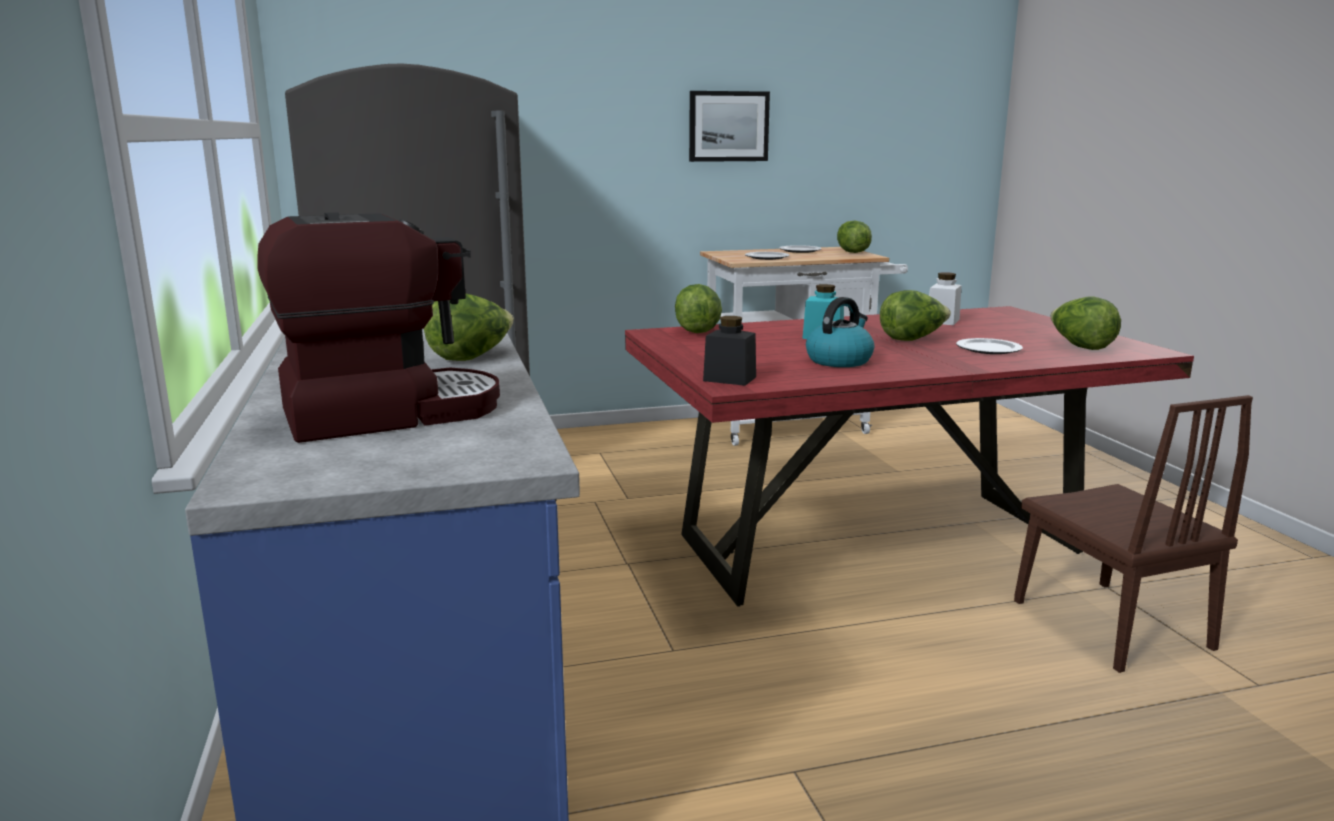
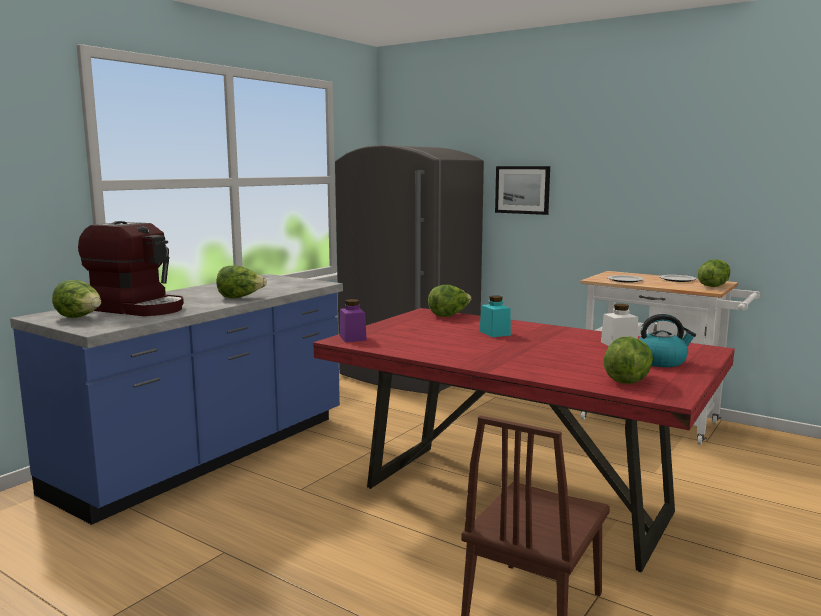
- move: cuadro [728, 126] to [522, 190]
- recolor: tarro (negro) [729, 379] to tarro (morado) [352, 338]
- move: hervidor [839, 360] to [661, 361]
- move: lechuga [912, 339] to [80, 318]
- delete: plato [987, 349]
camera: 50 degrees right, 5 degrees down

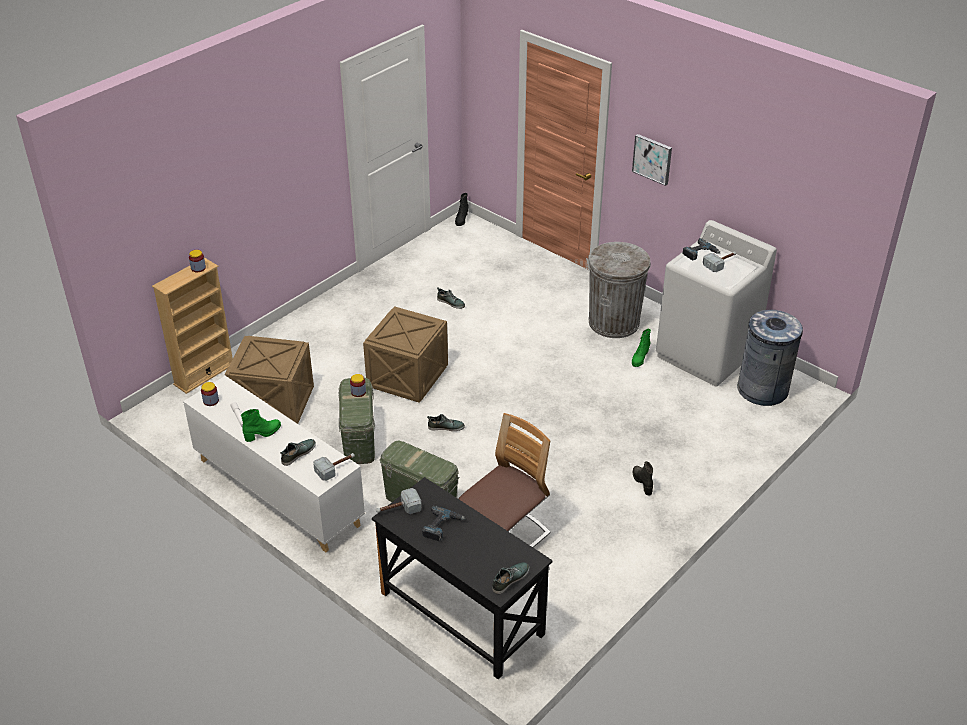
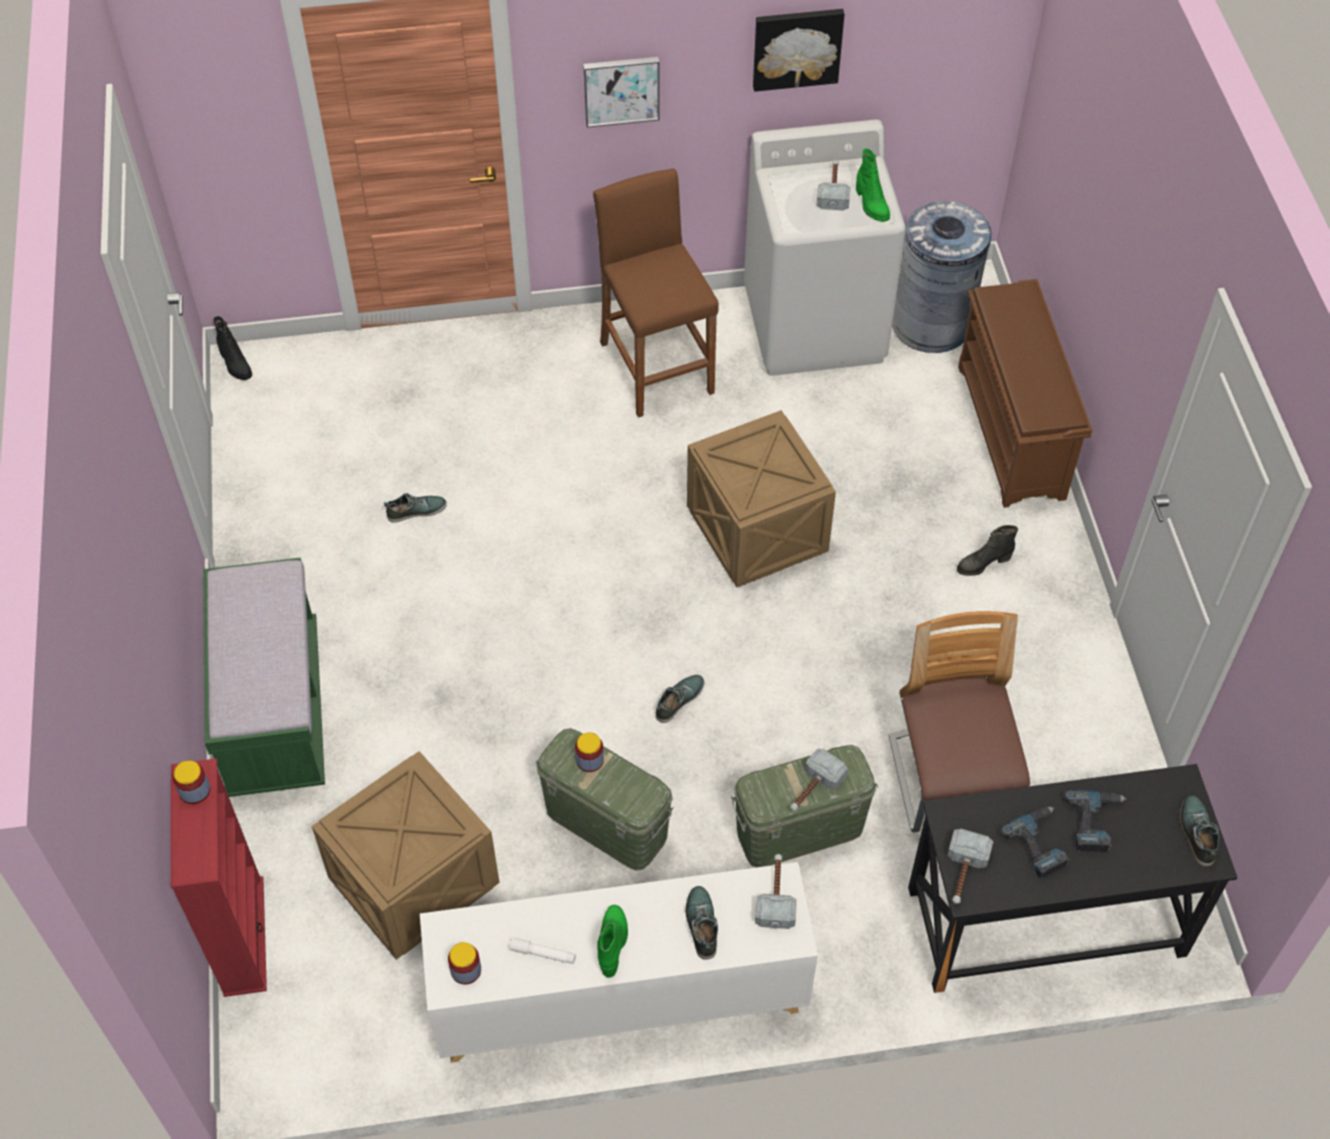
- recolor: estantería (beis) [204, 374] to estantería (rojo) [243, 936]
- move: caja de embalaje [408, 376] to [756, 528]
- replace: papelera (gris) [614, 322] to taburete (marrón) [656, 367]
- move: bota (verde) [640, 359] to [871, 205]
- rotate: bota (negro) [642, 483] = [983, 564] 45 degrees counterclockwise
- move: taladro [700, 253] to [1095, 823]
- insert: banco (verde) [274, 711]
- insert: cuadro [796, 47]
- insert: martillo [812, 789]
- insert: zapatero (marrón) [1012, 432]
camera: 50 degrees left, 15 degrees up

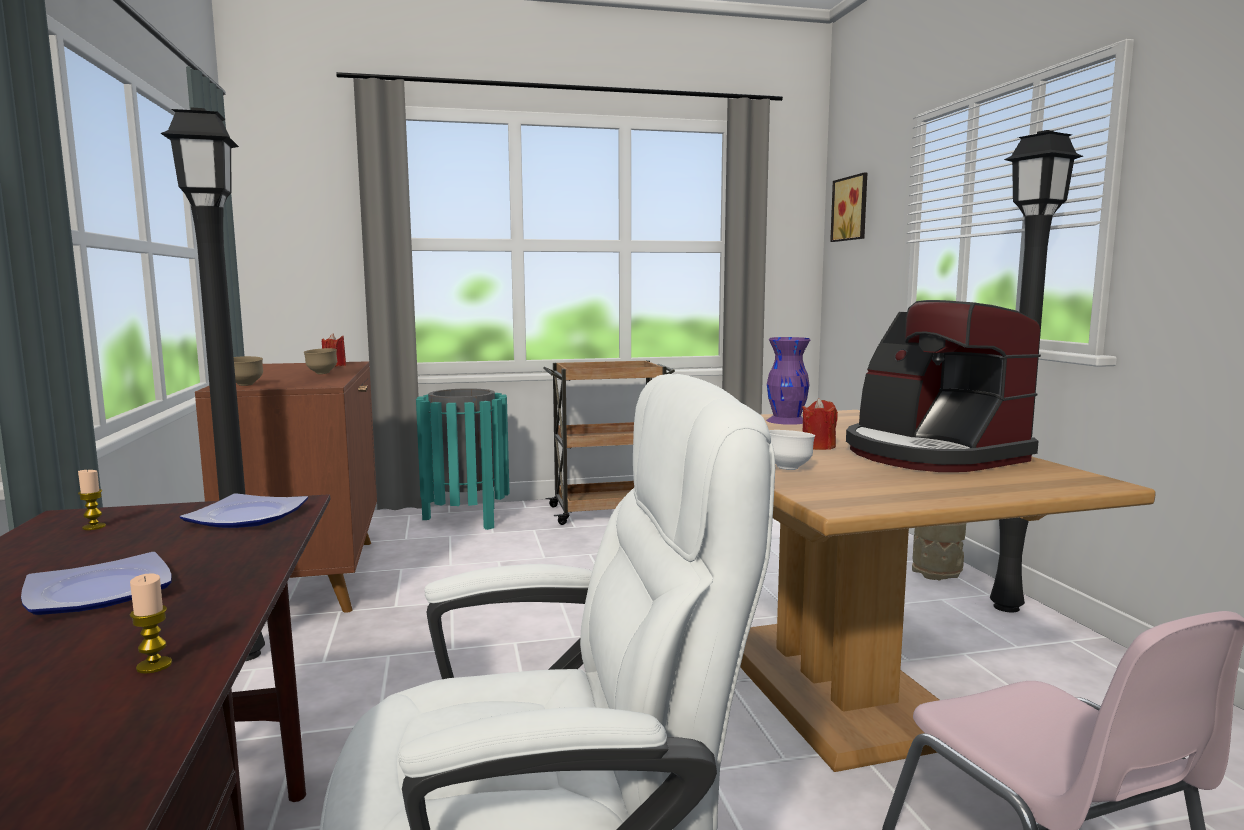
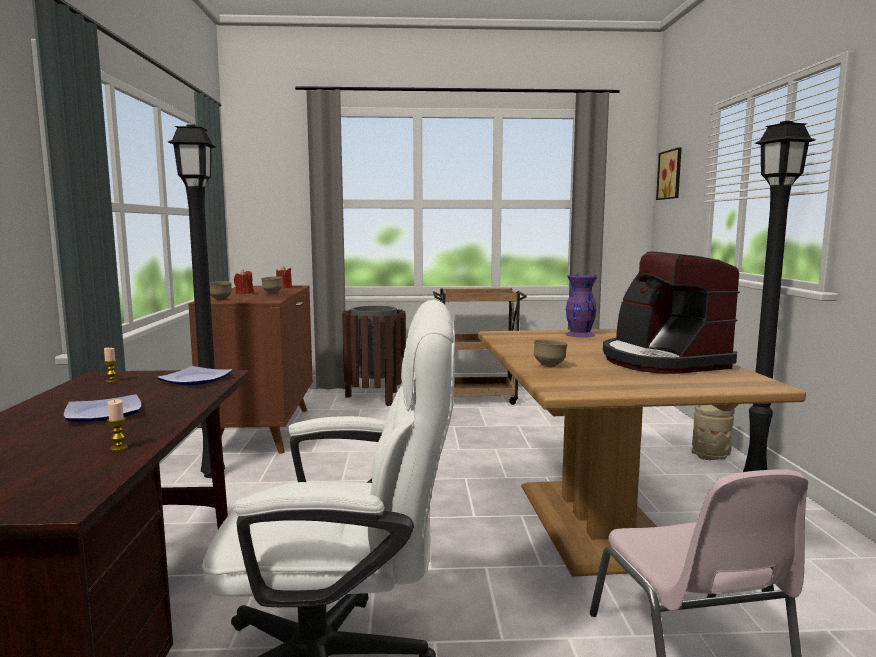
- recolor: papelera (turquesa) [466, 519] to papelera (marrón) [375, 398]
- recolor: cuenco (blanco) [789, 468] to cuenco (marrón) [549, 366]
- move: vela (rojo) [818, 447] to [244, 293]
camera: 10 degrees right, 0 degrees up

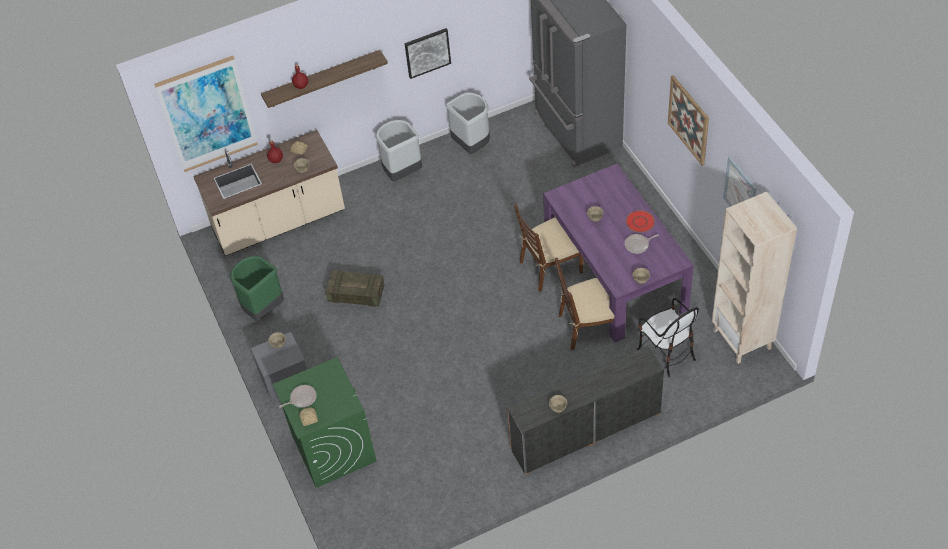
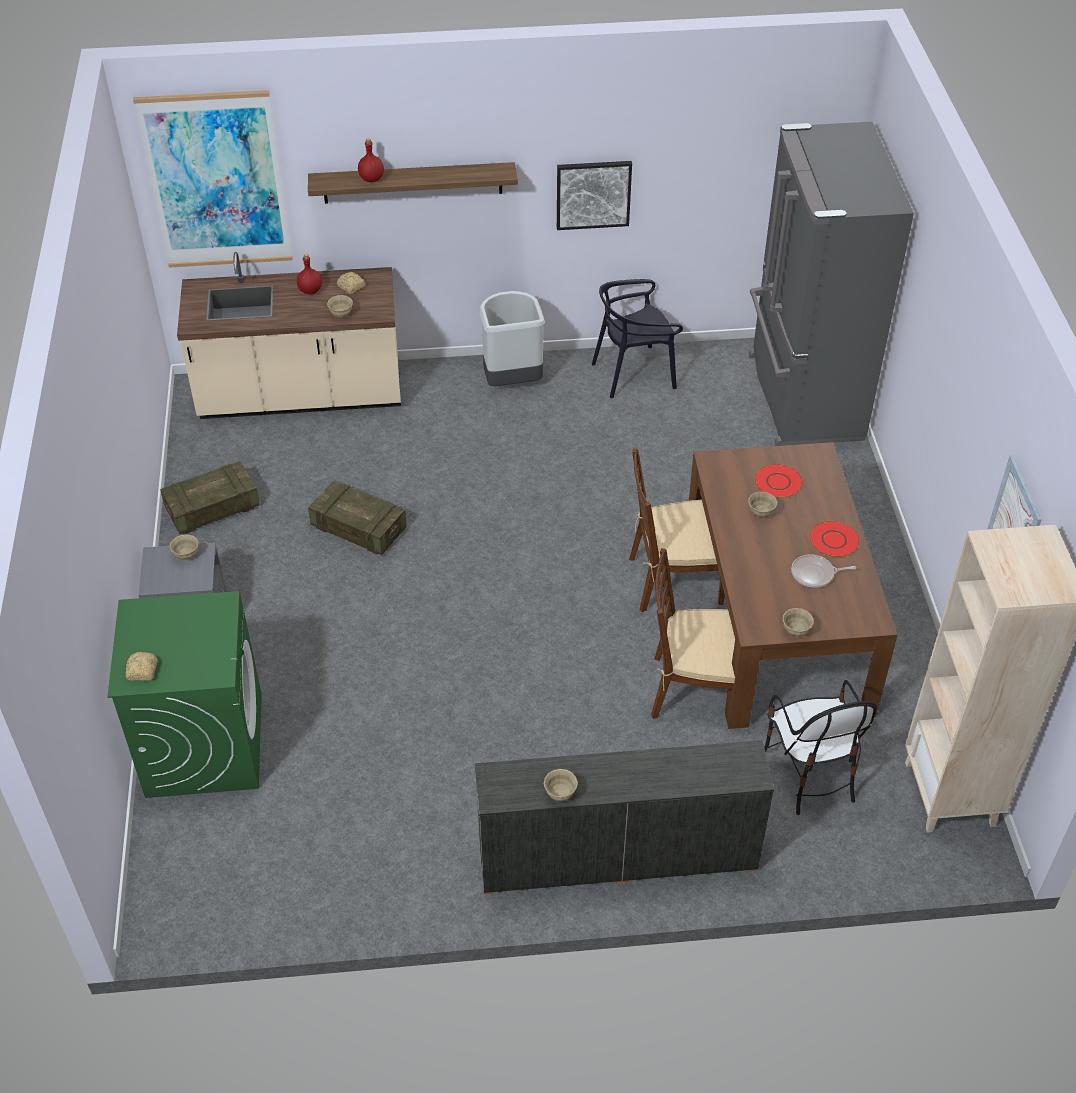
- replace: papelera (verde) [263, 310] to caja de embalaje [212, 508]
- delete: sartén [302, 398]
- replace: papelera (gris) [472, 146] to silla (negro) [634, 373]
- recolor: mesa de comedor (morado) [615, 273] to mesa de comedor (marrón) [775, 622]
- delete: cuadro [688, 120]
- insert: plato (rojo) [778, 482]
camera: 15 degrees right, 5 degrees down

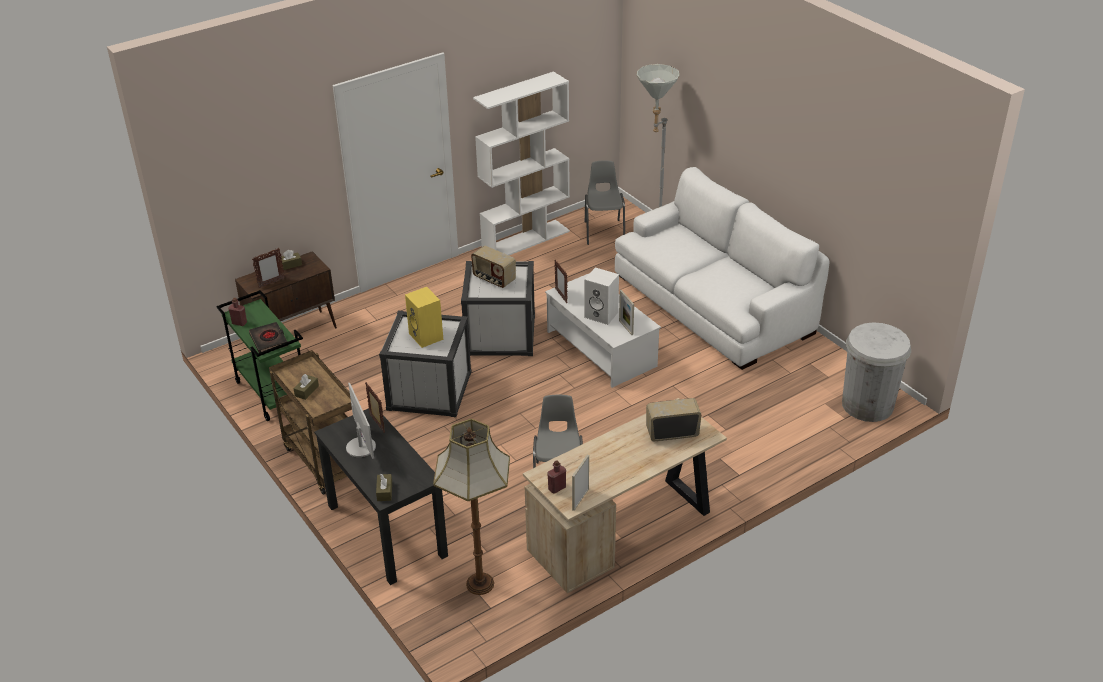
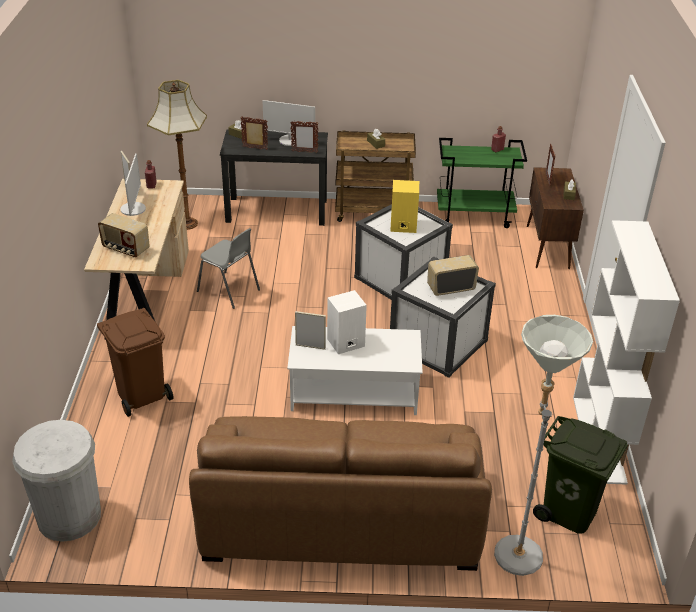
- delete: libro (negro) [269, 340]
- move: portarretratos [561, 296] to [255, 148]
- replace: silla (gris) [604, 232] to papelera (verde) [569, 512]
- recolor: sofá (blanco) [712, 304] to sofá (marrón) [341, 513]
- rotate: radio [672, 433] = [125, 249] 90 degrees clockwise
- insert: papelera (marrón) [142, 395]
- insert: monitor [133, 209]
camera: 125 degrees right, 0 degrees up

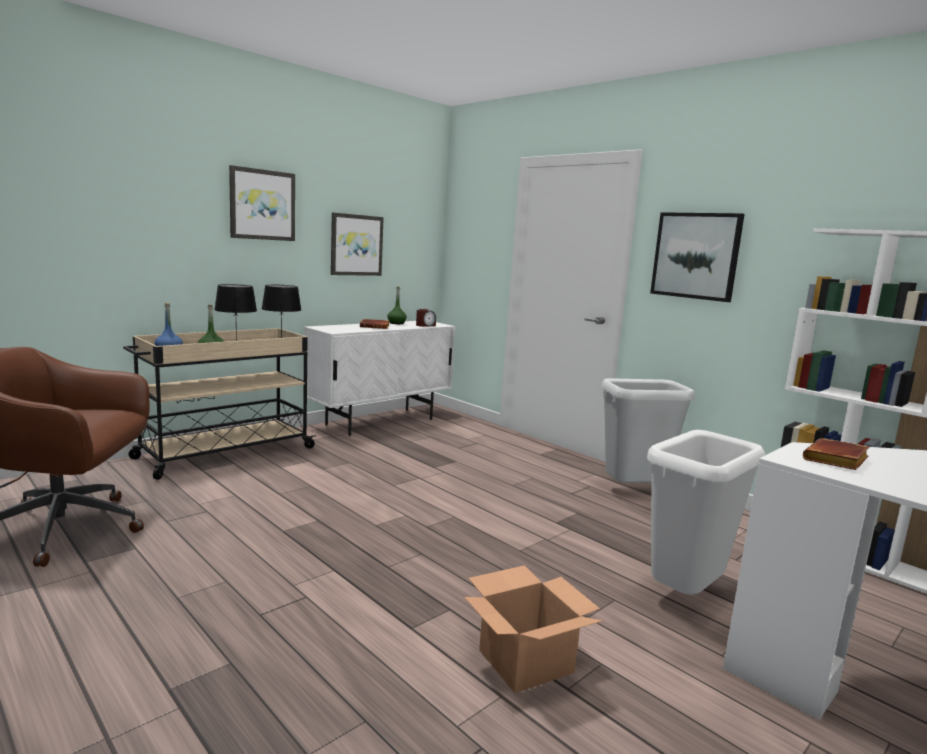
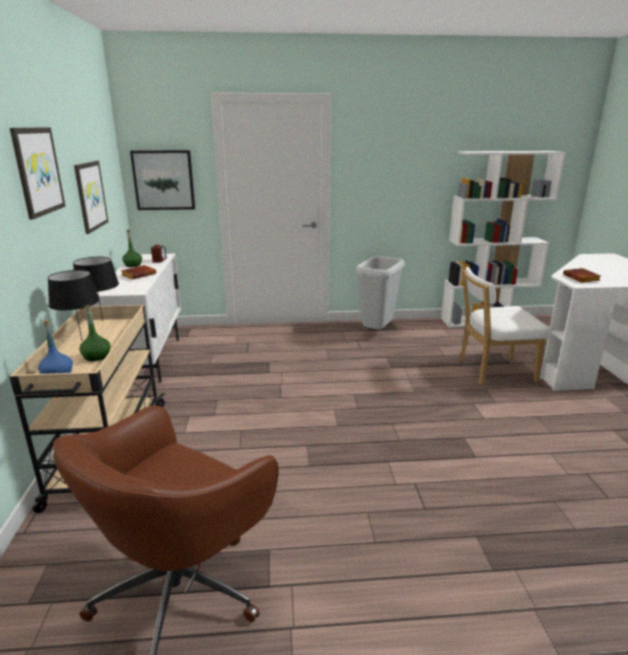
- delete: caja de cartón [525, 662]
- replace: papelera (blanco) [683, 596] to silla (blanco) [492, 371]
- move: cuadro [696, 256] to [164, 180]
camera: 50 degrees left, 10 degrees up

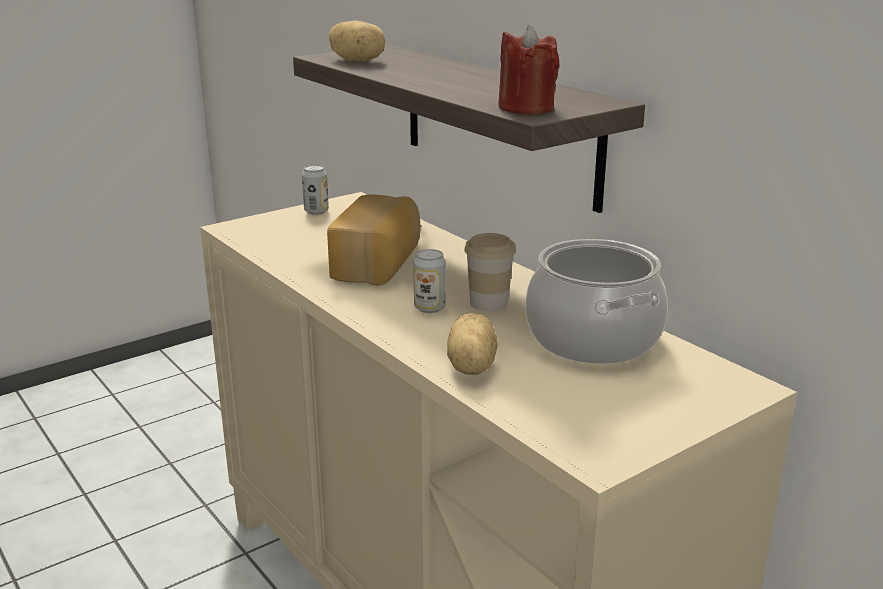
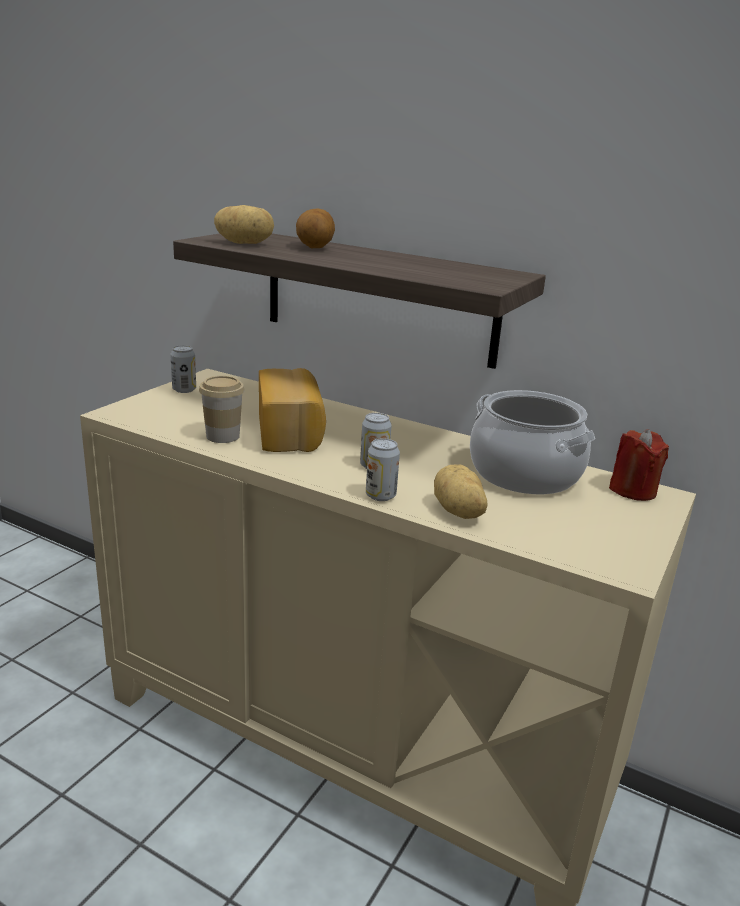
- move: taza [488, 303] to [223, 436]
- move: vela (rojo) [526, 108] to [633, 490]
- insert: patata [314, 247]
- insert: lata [380, 496]
camera: 25 degrees left, 0 degrees up

